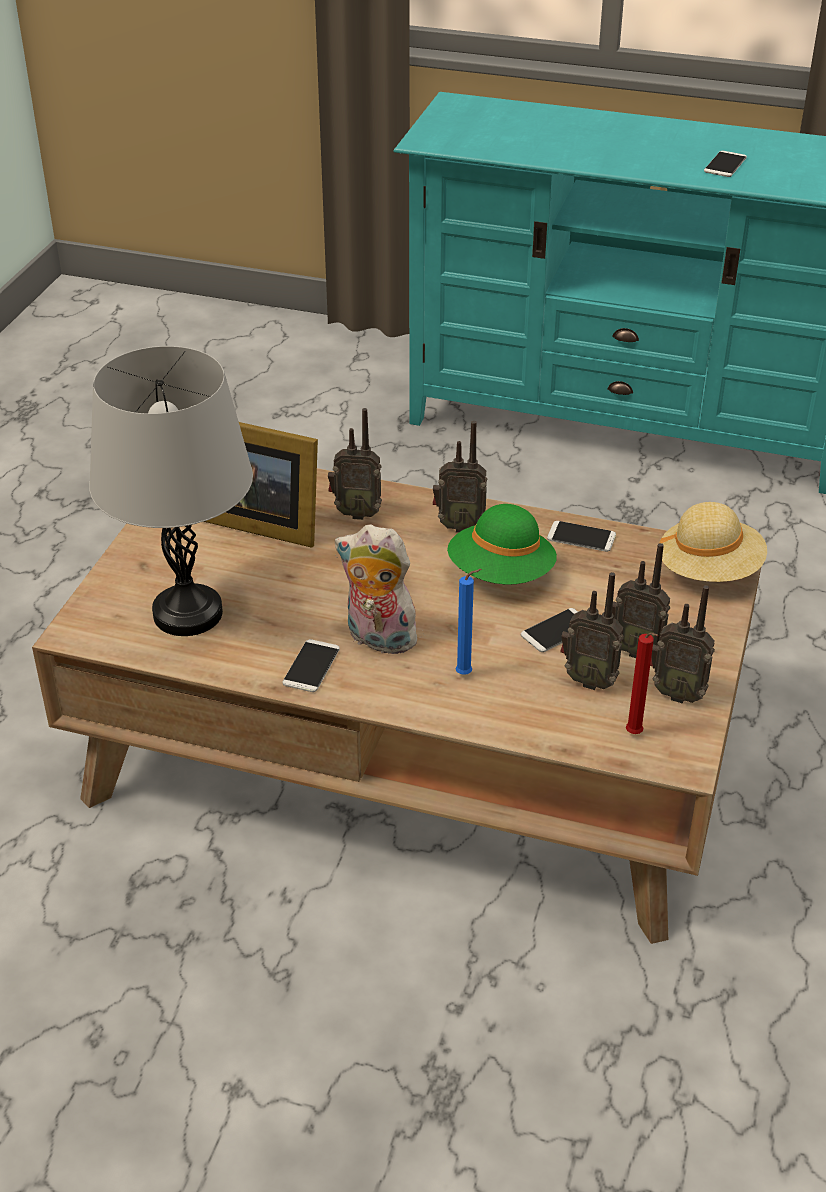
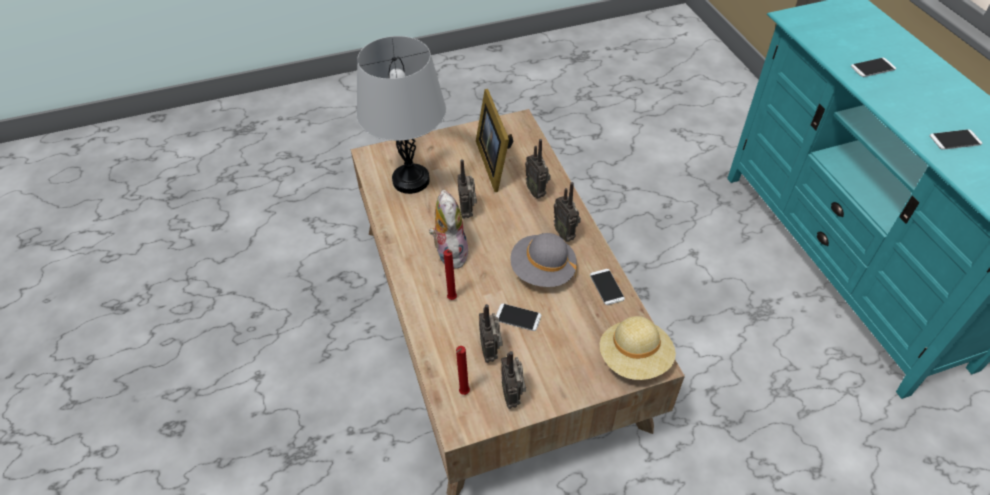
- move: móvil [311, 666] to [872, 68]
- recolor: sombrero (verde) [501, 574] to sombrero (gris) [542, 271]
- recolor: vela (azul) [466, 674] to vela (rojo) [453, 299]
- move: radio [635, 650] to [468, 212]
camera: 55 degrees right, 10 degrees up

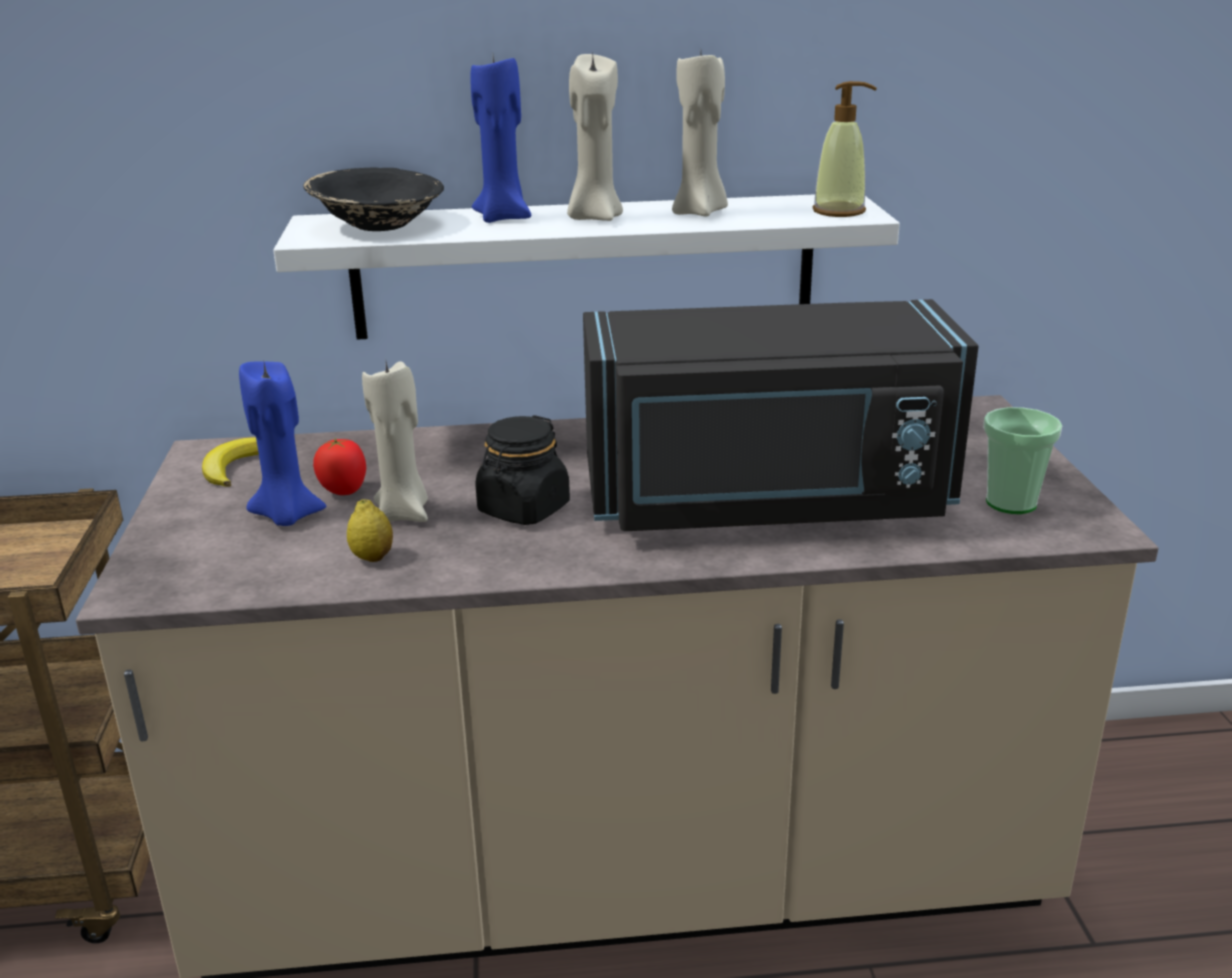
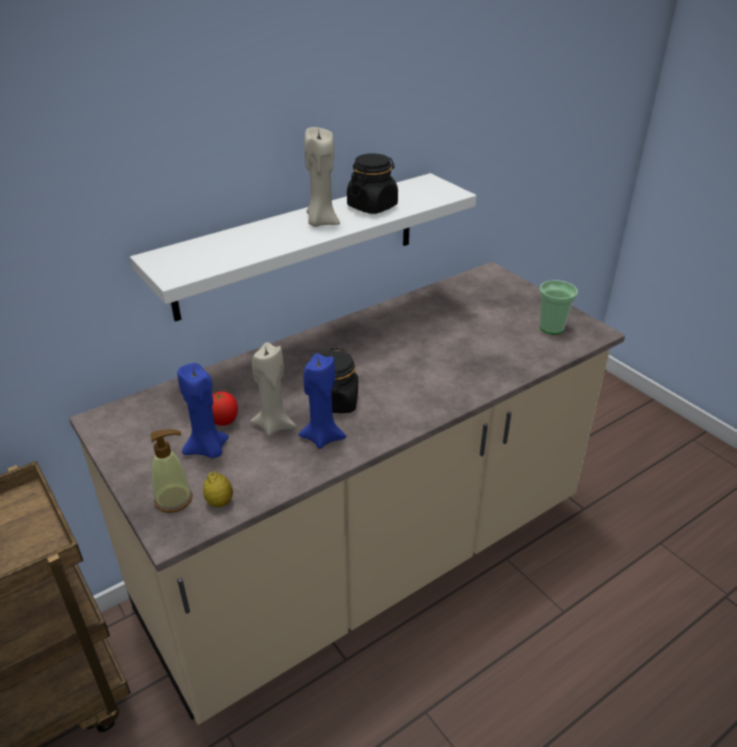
- delete: plátano [232, 467]
- delete: cuenco (negro) [378, 225]
- move: limón [372, 557] to [220, 502]
- move: vela (azul) [504, 217] to [322, 437]
- delete: microondas (negro) [768, 502]
- replace: vela (beis) [700, 213] to tarro (negro) [372, 206]
- move: dispensador de jabón [839, 211] to [174, 499]
camera: 30 degrees left, 10 degrees up

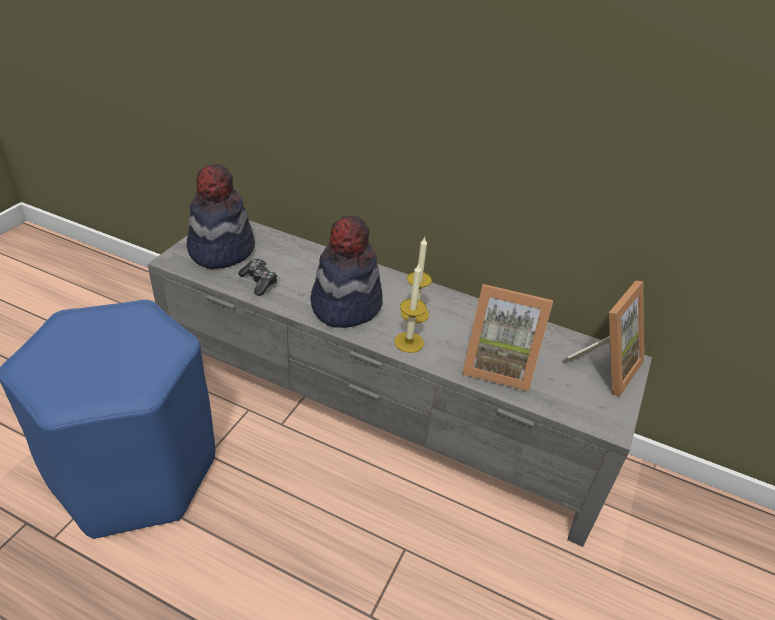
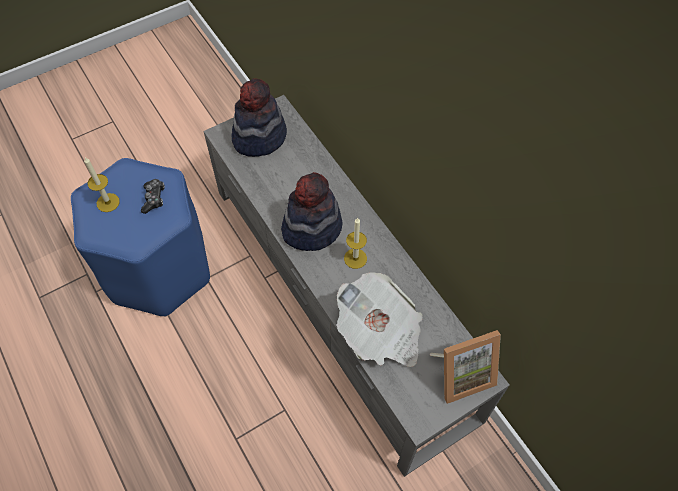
- move: mando de consola [259, 282] to [154, 198]
- move: vela [409, 342] to [108, 202]
- replace: portarretratos [498, 365] to periódico [380, 332]
camera: 35 degrees right, 20 degrees up

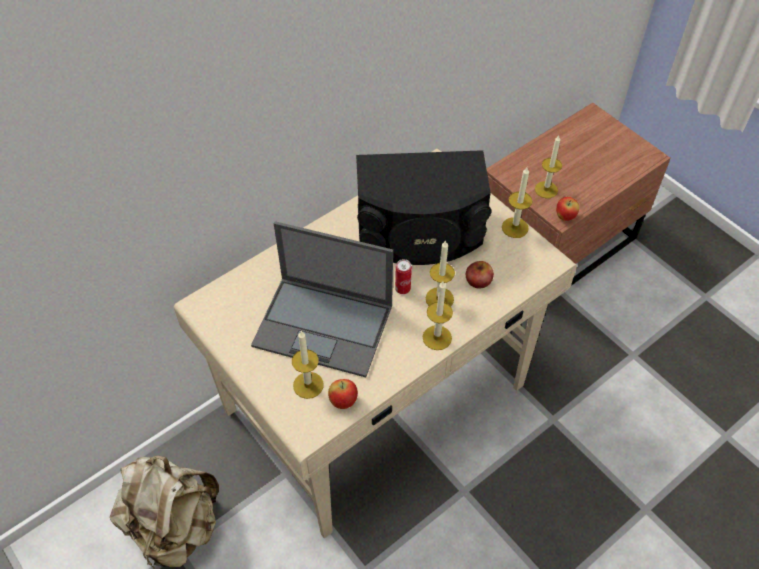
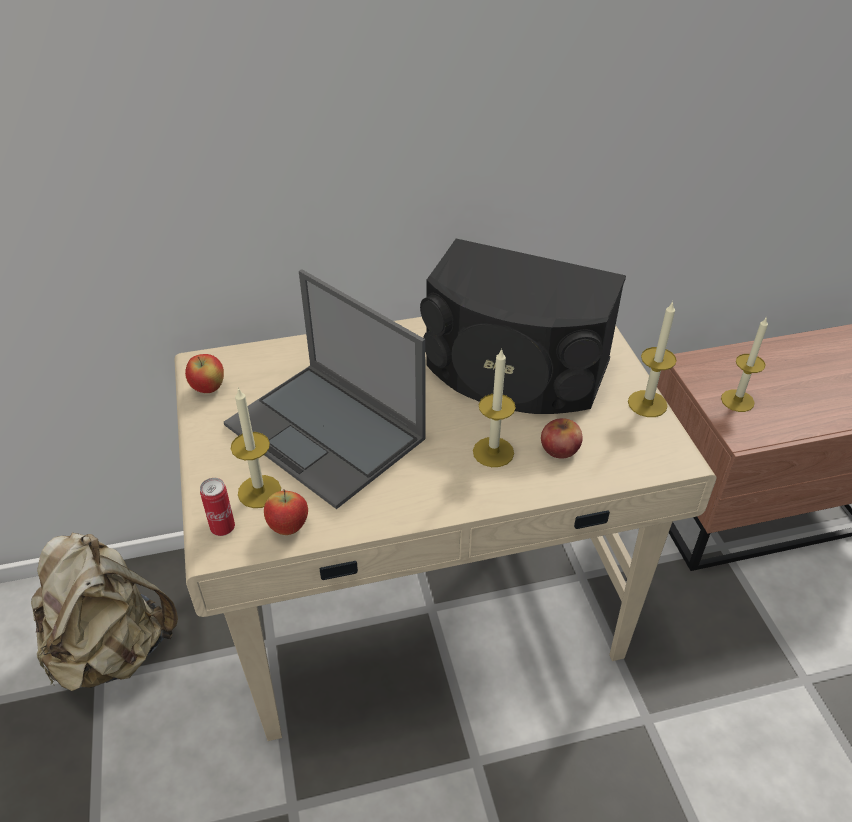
- move: lata [402, 289] to [223, 528]
- delete: vela [437, 337]
- move: manzana [565, 217] to [208, 388]
camera: 25 degrees right, 10 degrees down

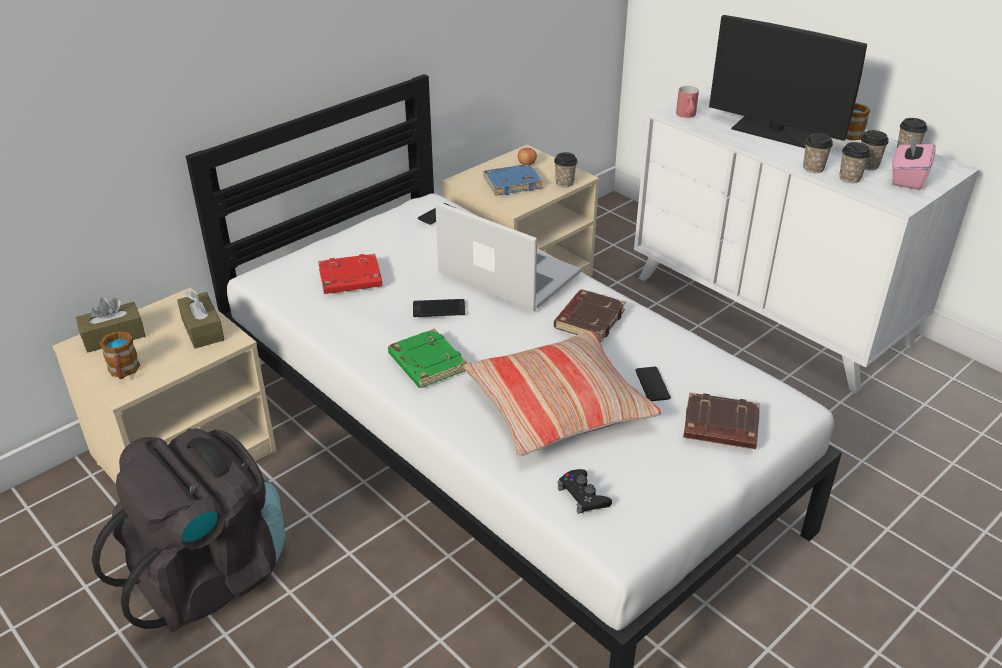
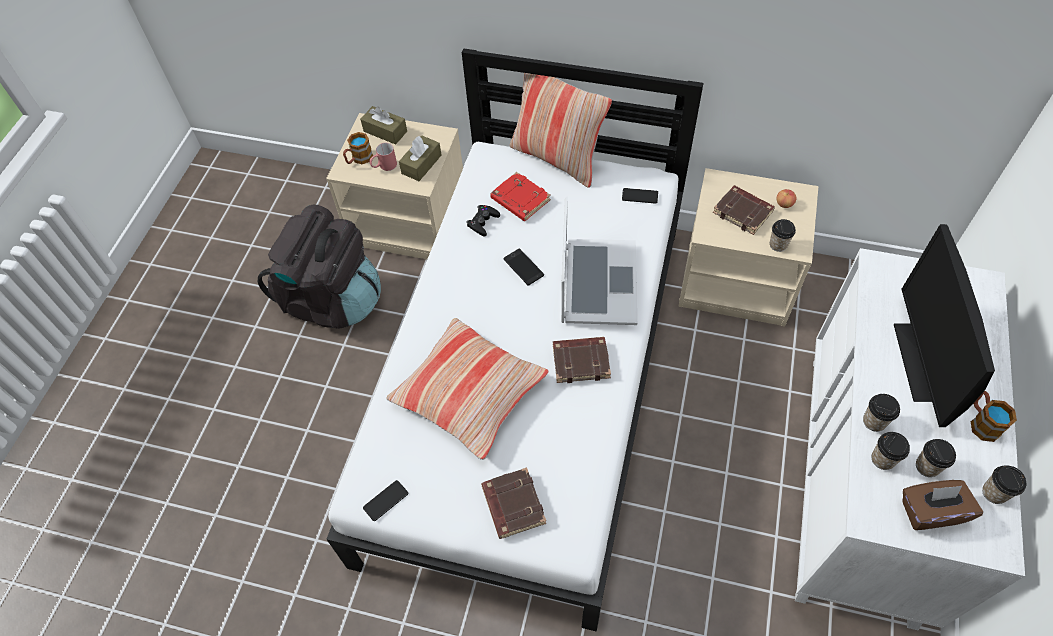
- delete: libro (verde) [425, 363]
- recolor: libro (azul) [512, 183] to libro (marrón) [743, 212]
- move: mando de consola (negro) [583, 496] to [483, 222]
- move: móvil [652, 384] to [385, 500]
- move: taza grande (rojo) [686, 116] to [384, 166]
- recolor: caja de pañuelos (rosa) [907, 179] to caja de pañuelos (marrón) [931, 511]
- insert: cojín [557, 158]
camera: 60 degrees right, 20 degrees up

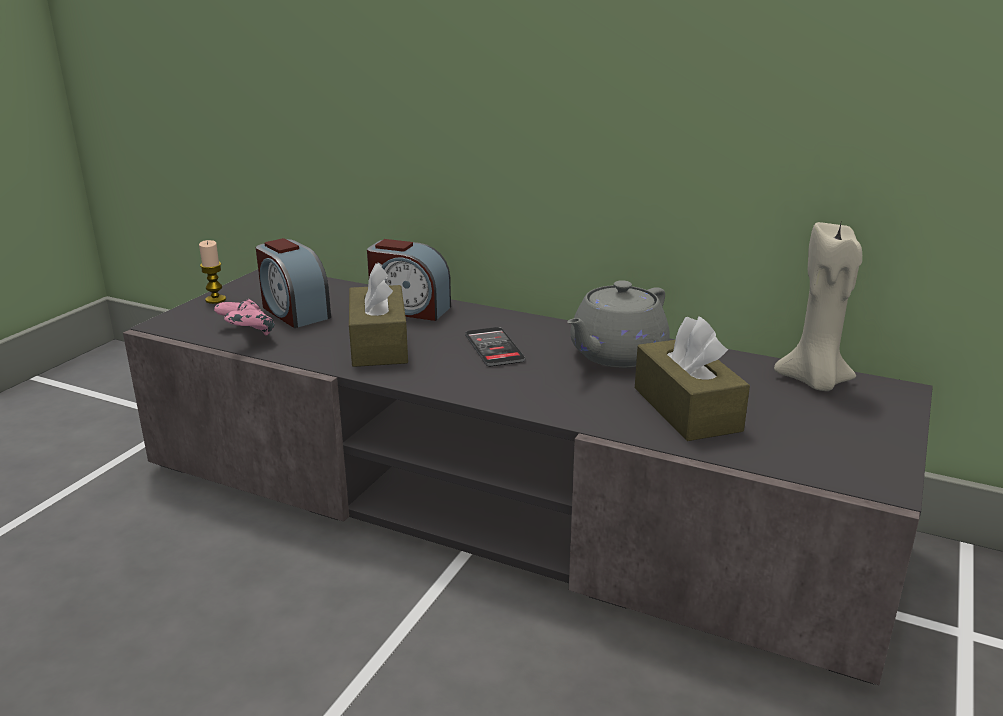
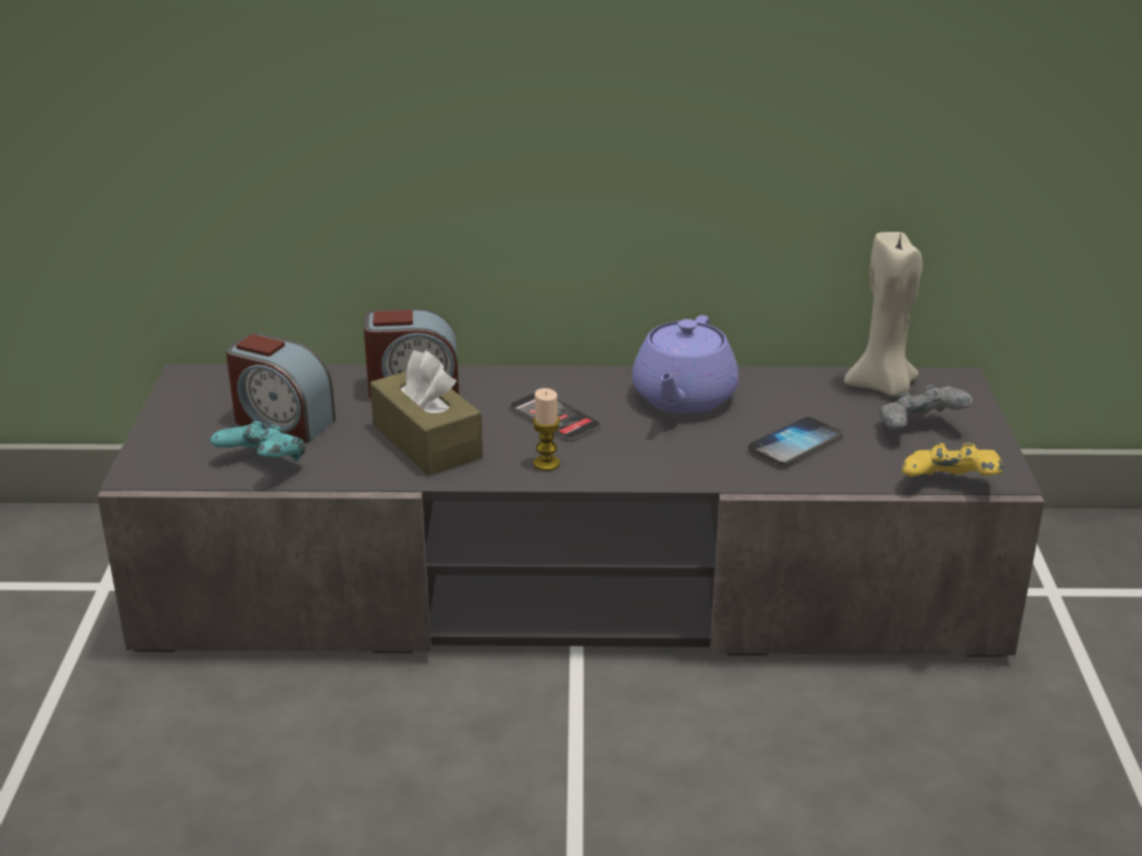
- move: vela [215, 300] to [546, 463]
- recolor: mando de consola (rosa) [246, 336] to mando de consola (turquesa) [262, 466]
- recolor: tetera (gris) [616, 355] to tetera (morado) [683, 398]
- replace: caja de pañuelos (marrón) [686, 409] to móvil [795, 444]
- insert: mando de consola (gris) [920, 430]
- insert: mando de consola (amarillo) [950, 487]
camera: 25 degrees left, 5 degrees up

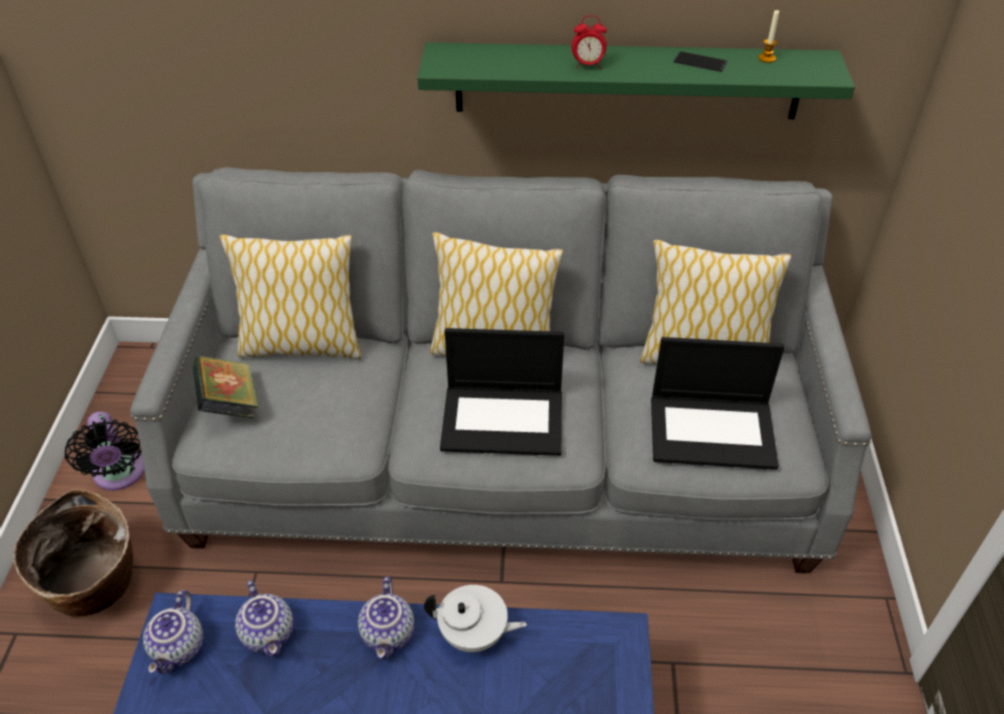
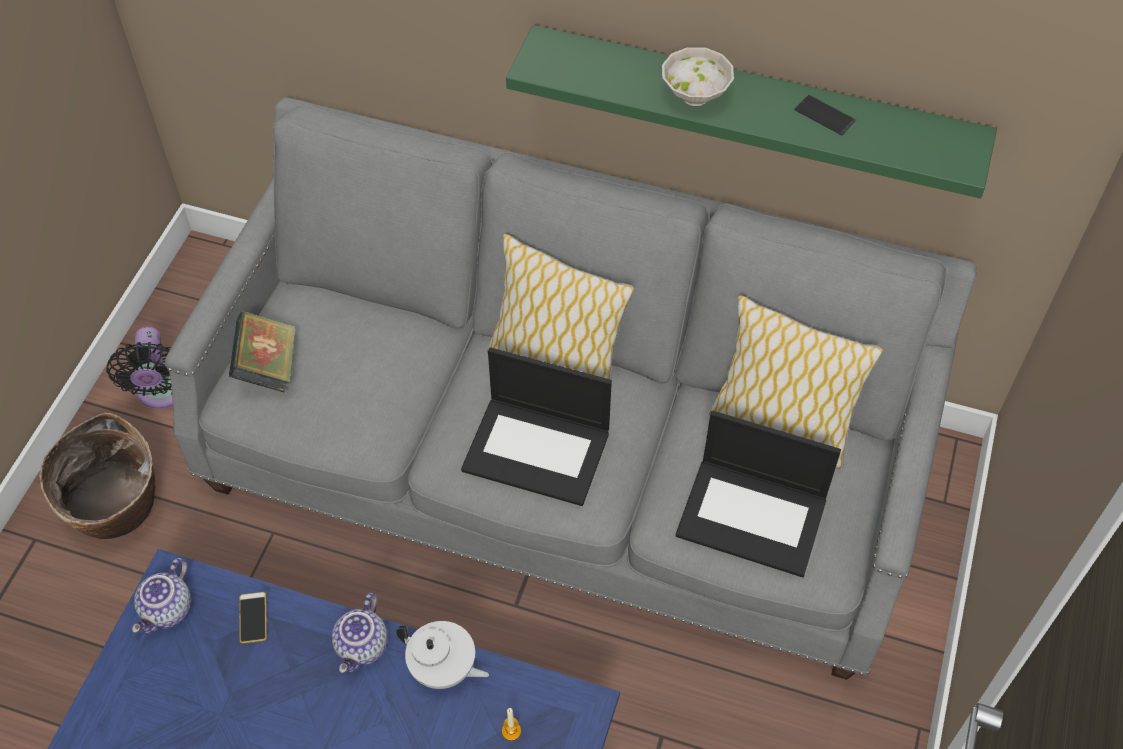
- delete: cojín [302, 345]
- replace: tetera [270, 634] to móvil [253, 617]
- replace: despertador [588, 65] to cuenco (blanco) [696, 96]
- move: vela [766, 58] to [511, 731]
camera: 15 degrees right, 10 degrees up

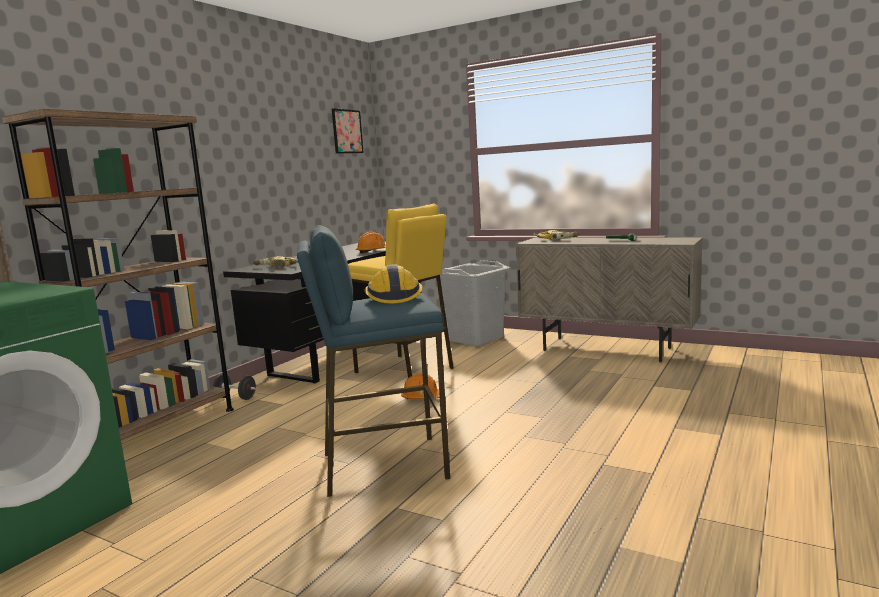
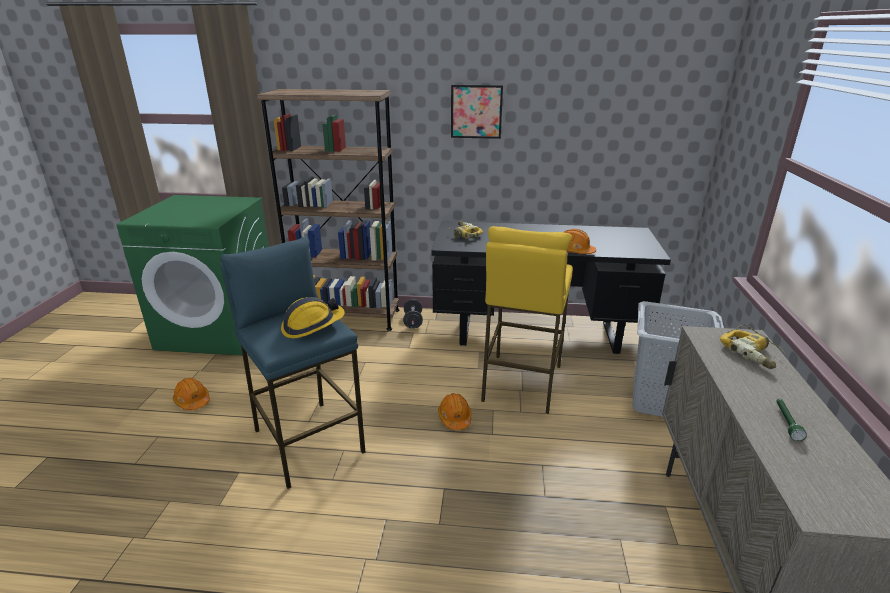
- move: cuadro [347, 131] to [476, 111]
- insert: casco (naranja) [192, 401]
camera: 65 degrees right, 15 degrees up

